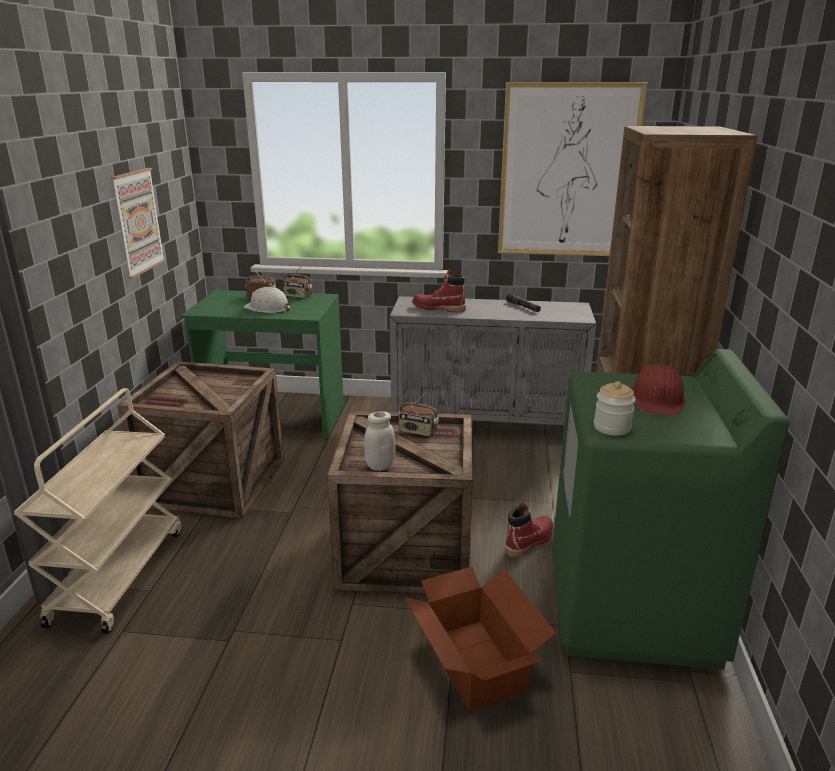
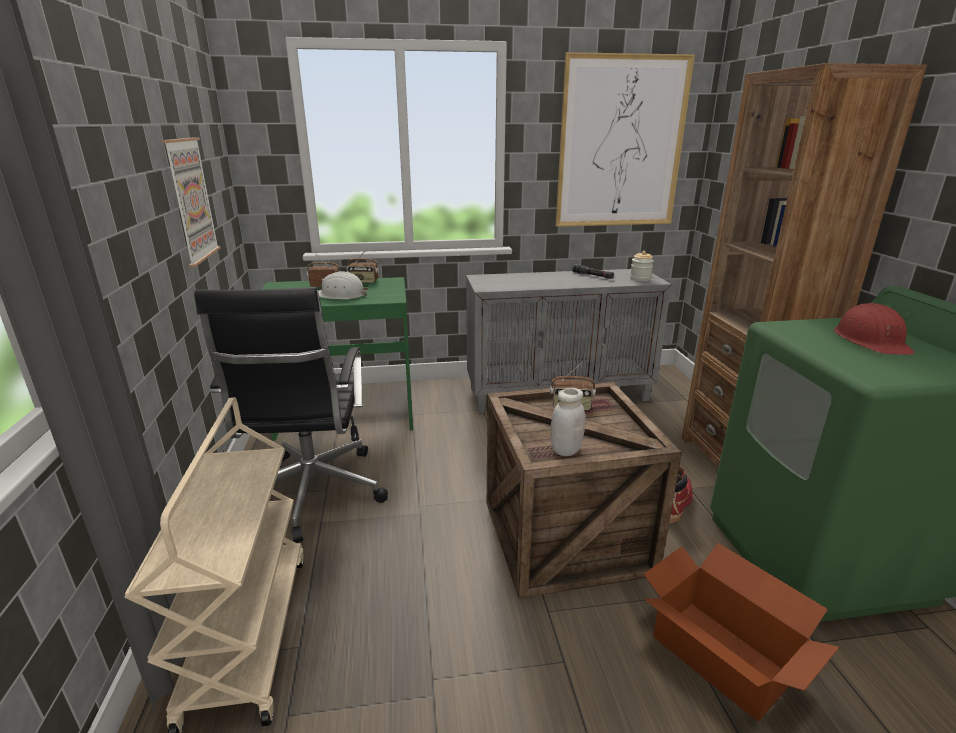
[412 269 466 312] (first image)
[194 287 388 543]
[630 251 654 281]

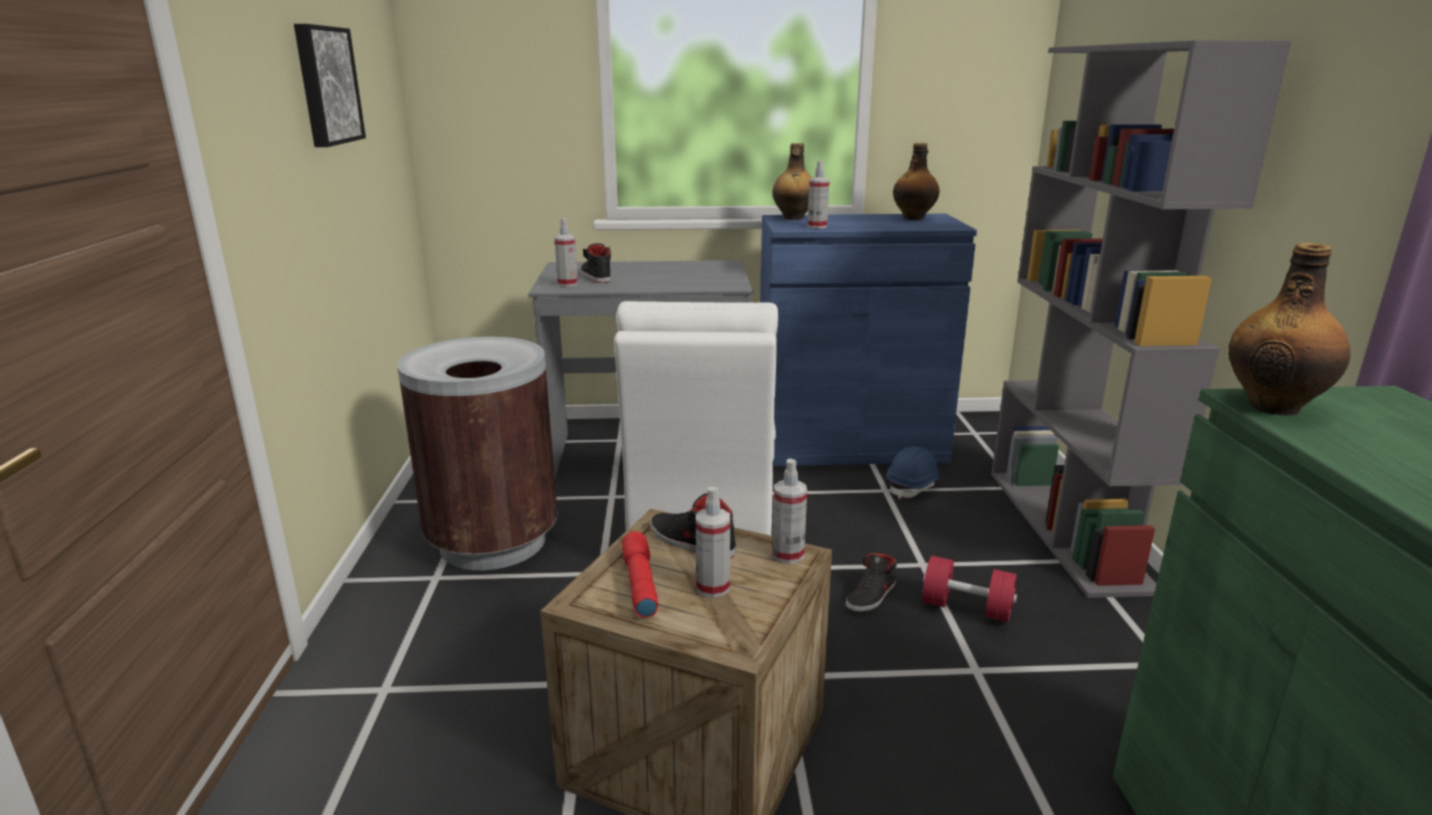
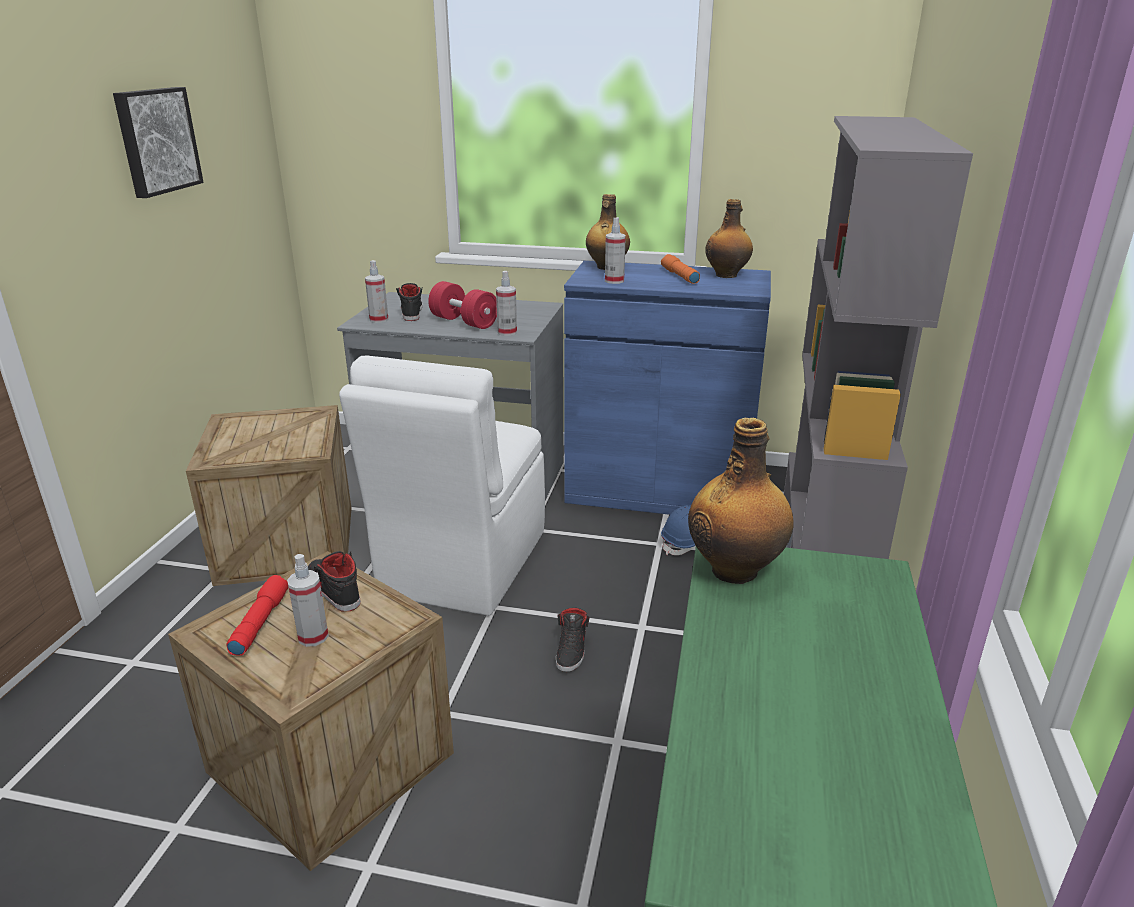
[186 405 352 586]
[496 271 517 336]
[556 608 590 672]
[428 281 497 329]
[661 254 700 284]

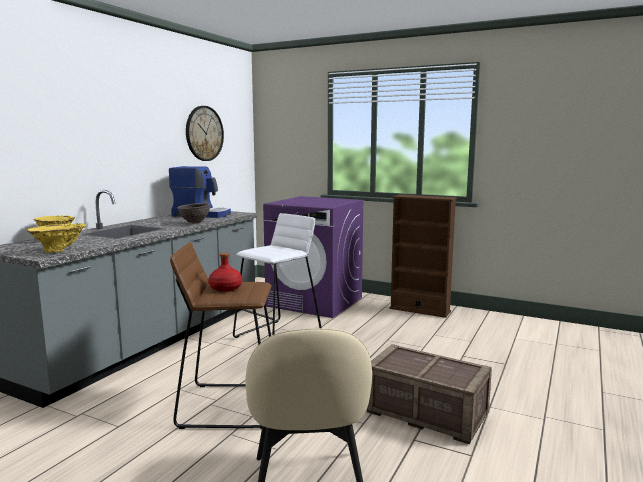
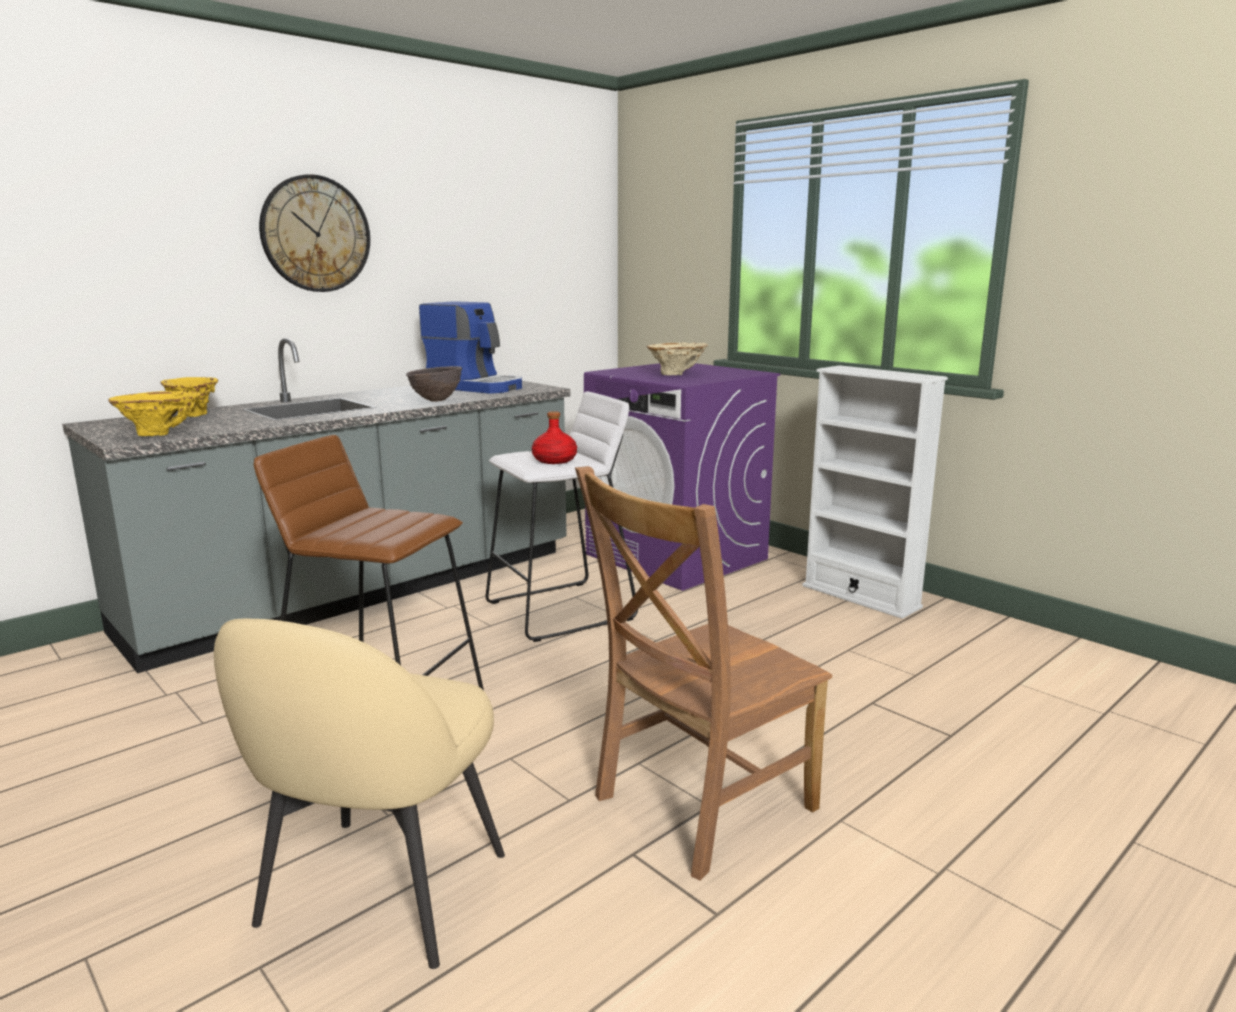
[259 174 370 292]
[802 365 948 619]
[532 411 577 464]
[575 466 832 881]
[647 342 708 375]

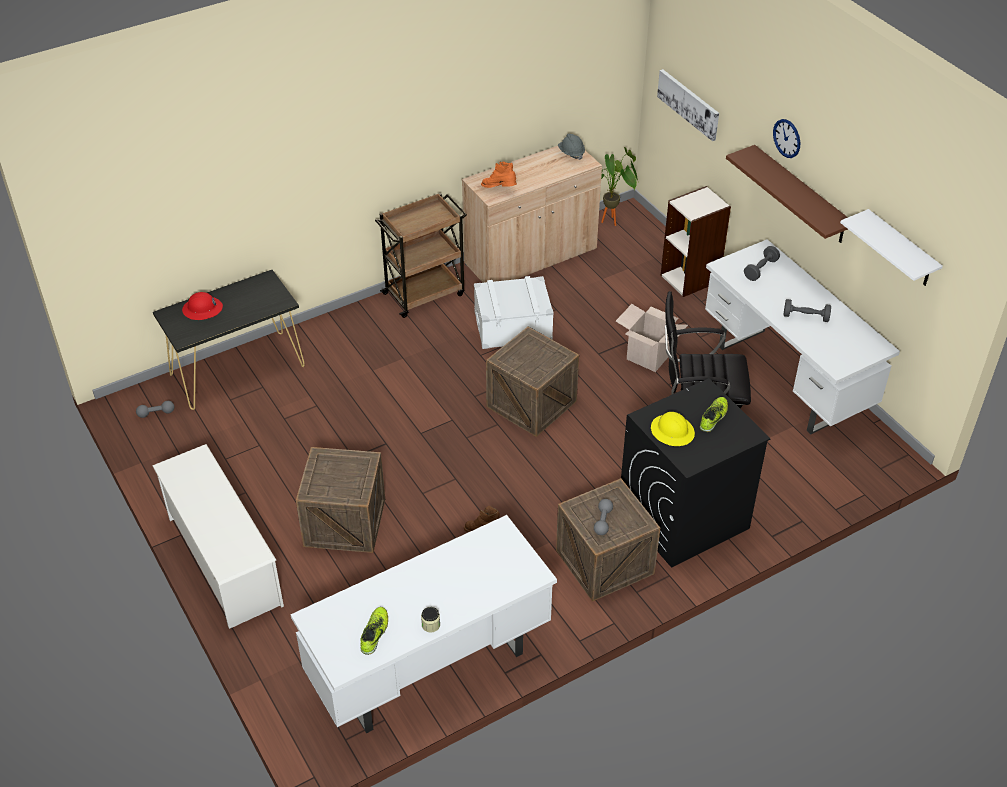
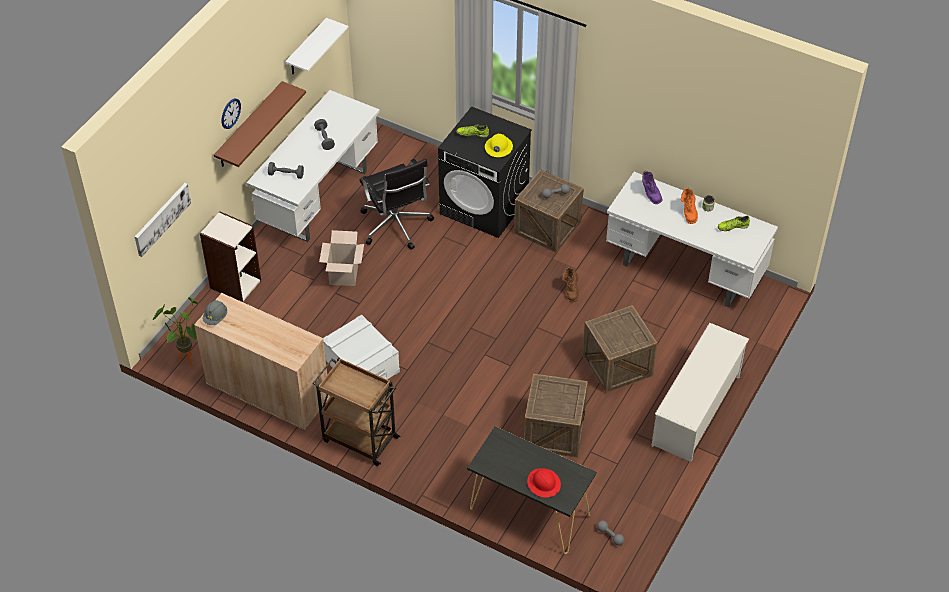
[681 187 698 224]
[524 374 588 458]
[642 170 663 204]

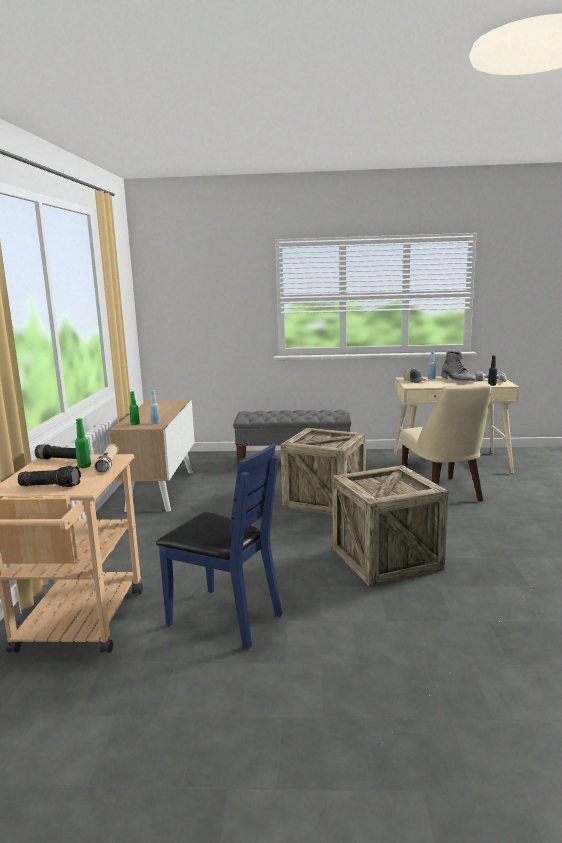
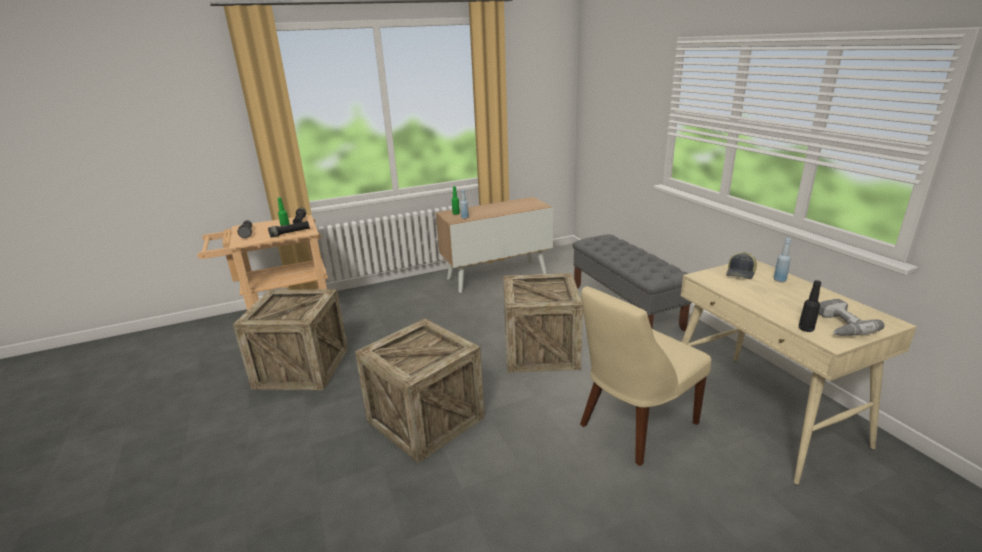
[441 351 477 382] (first image)
[268 221 310 237]
[233 289 348 390]

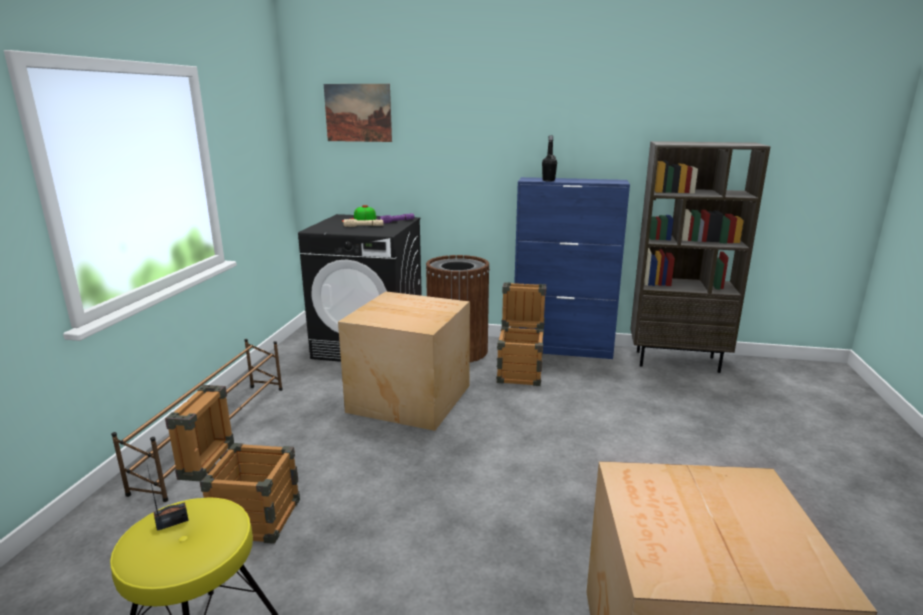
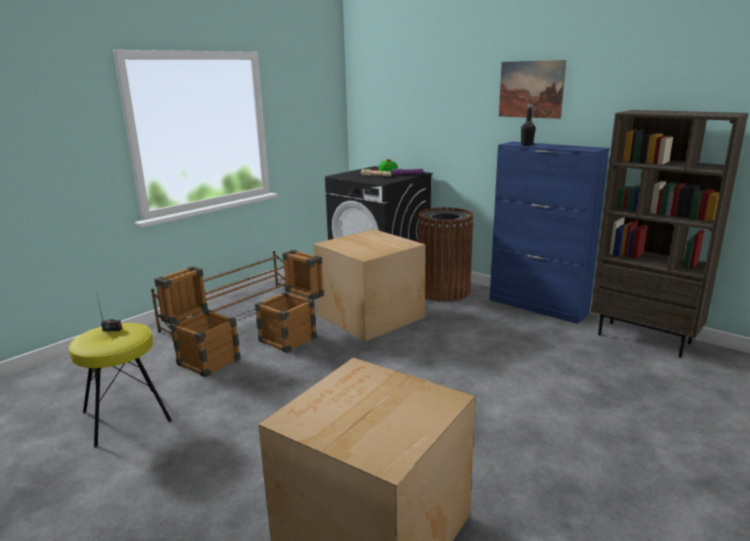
[499 60 566 119]
[255 250 324 353]

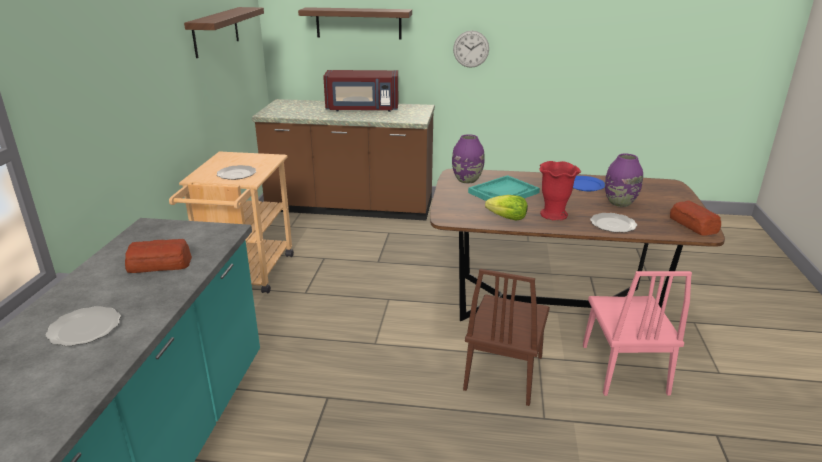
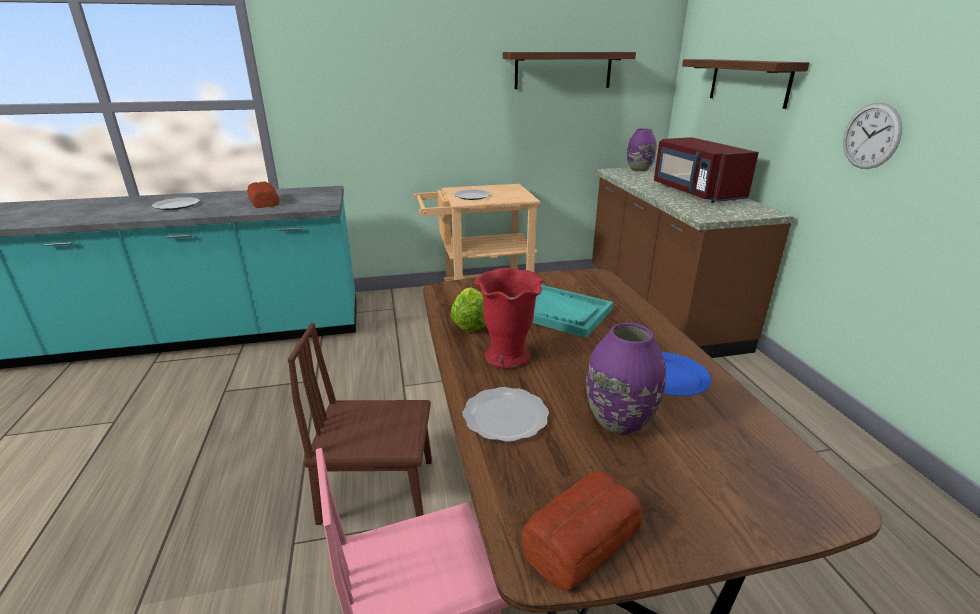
[627 128 657 172]

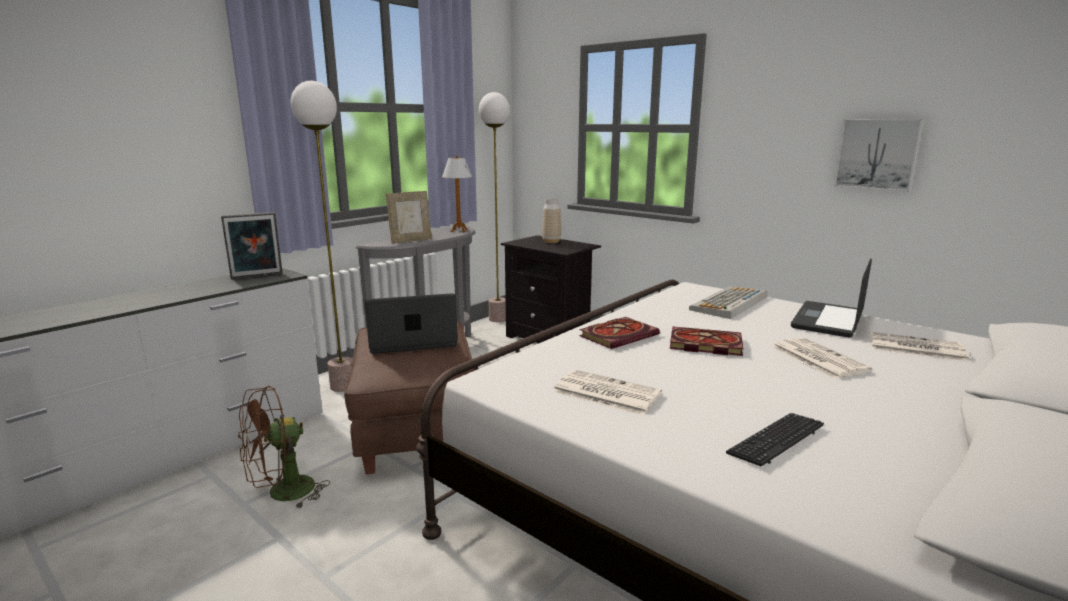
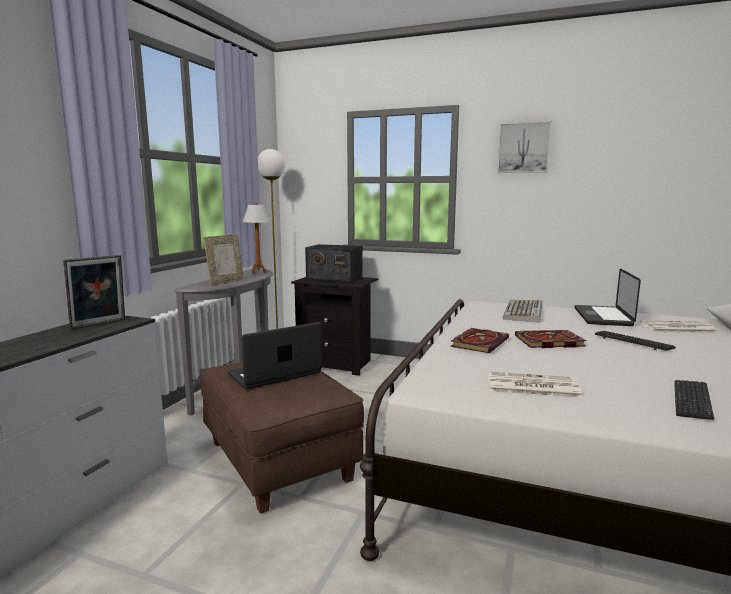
[291 81 353 392] (first image)
[497 121 551 173]
[305 244 362 282]
[595 331 676 351]
[238 386 330 509] (first image)

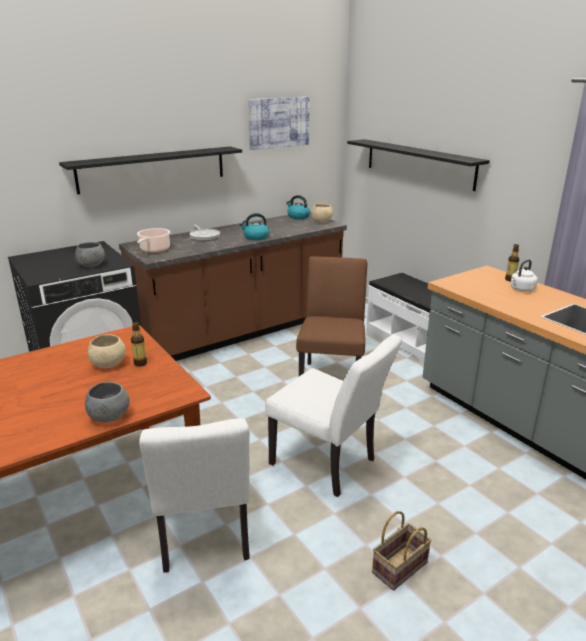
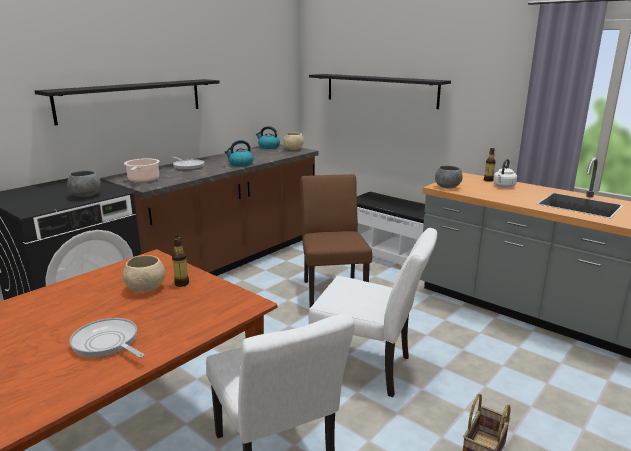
[248 97 310 150] (first image)
[435 165 463 189]
[69 318 145 358]

